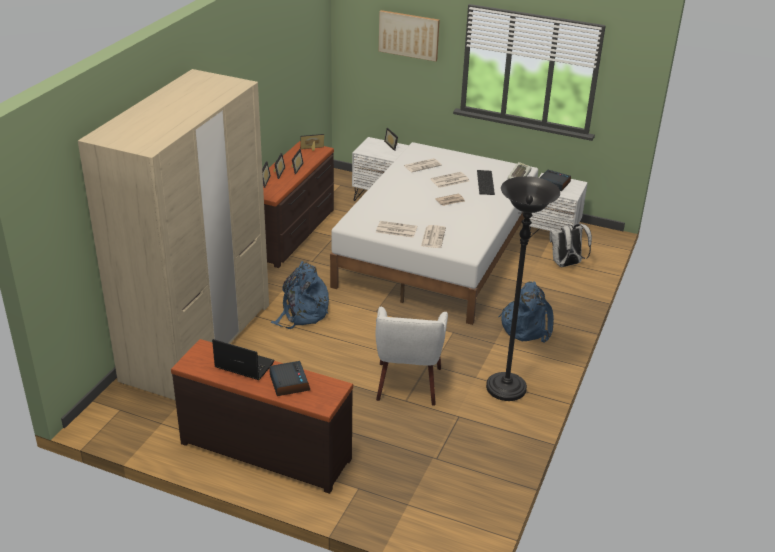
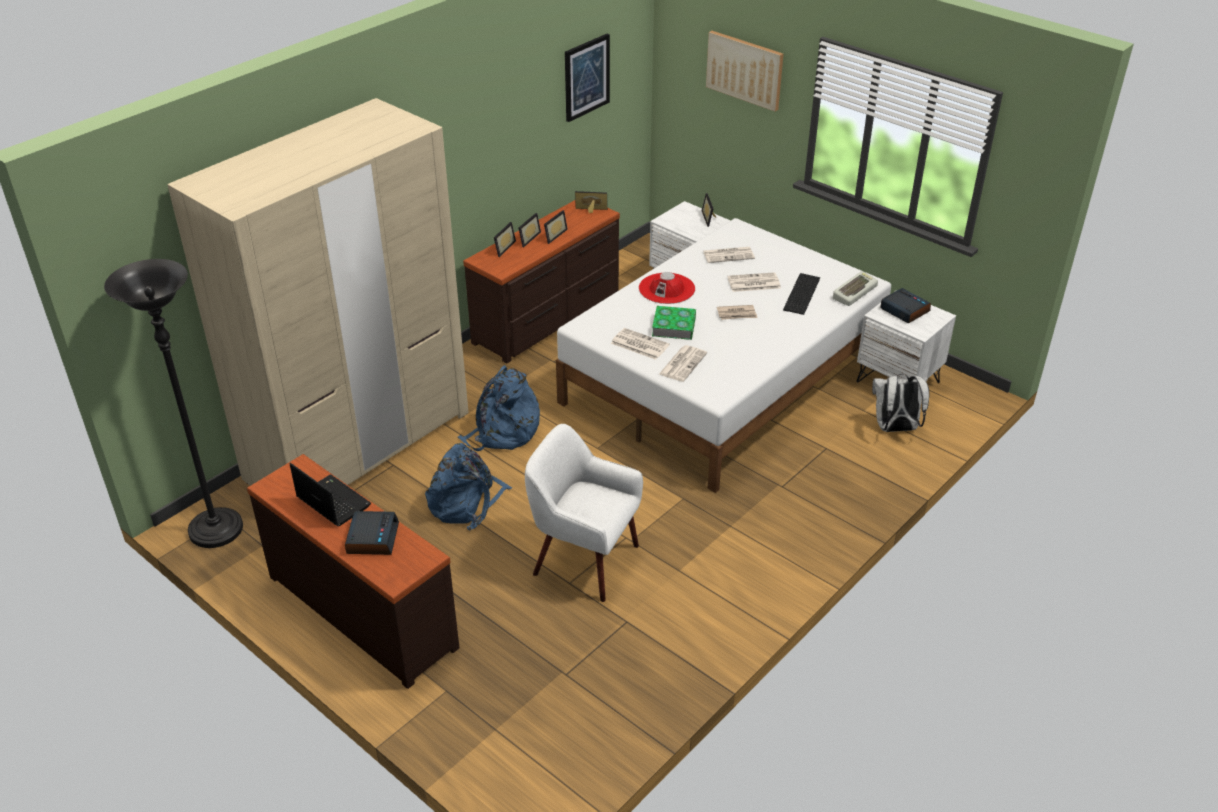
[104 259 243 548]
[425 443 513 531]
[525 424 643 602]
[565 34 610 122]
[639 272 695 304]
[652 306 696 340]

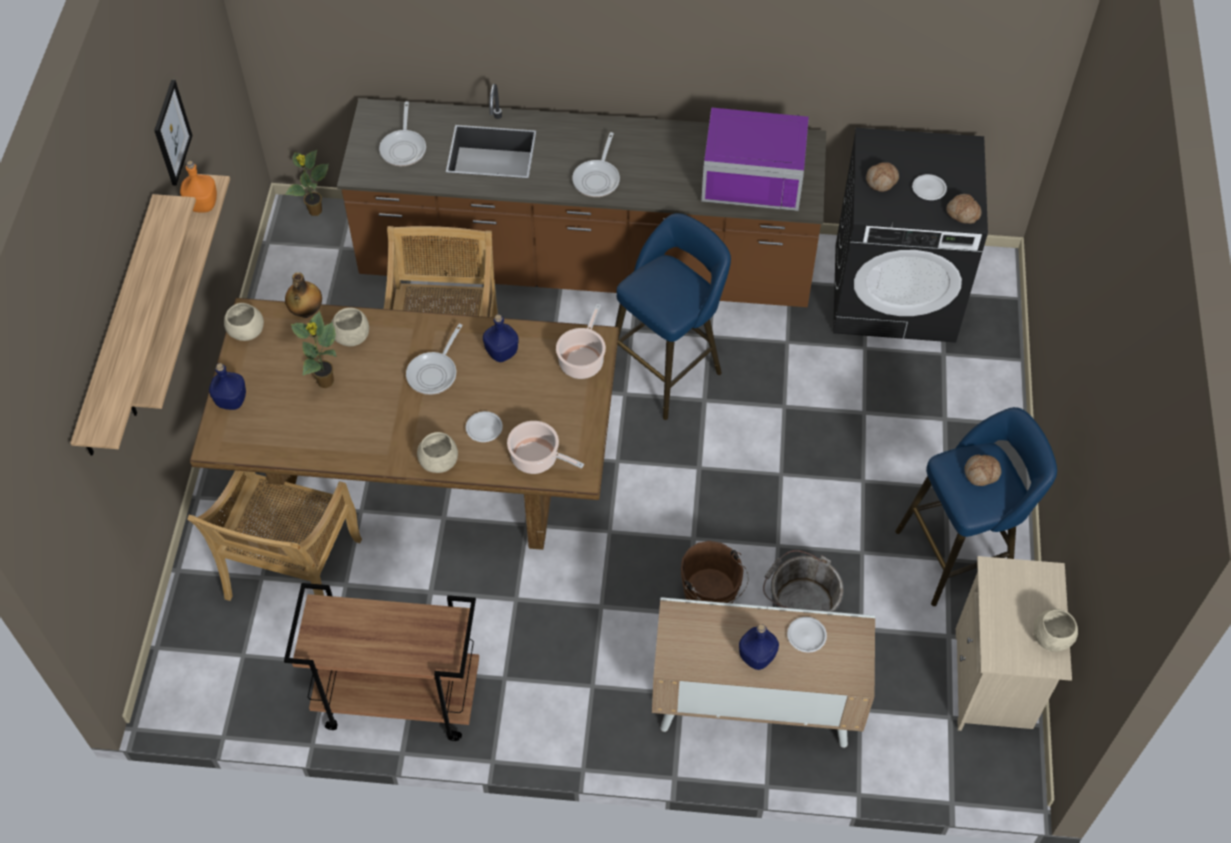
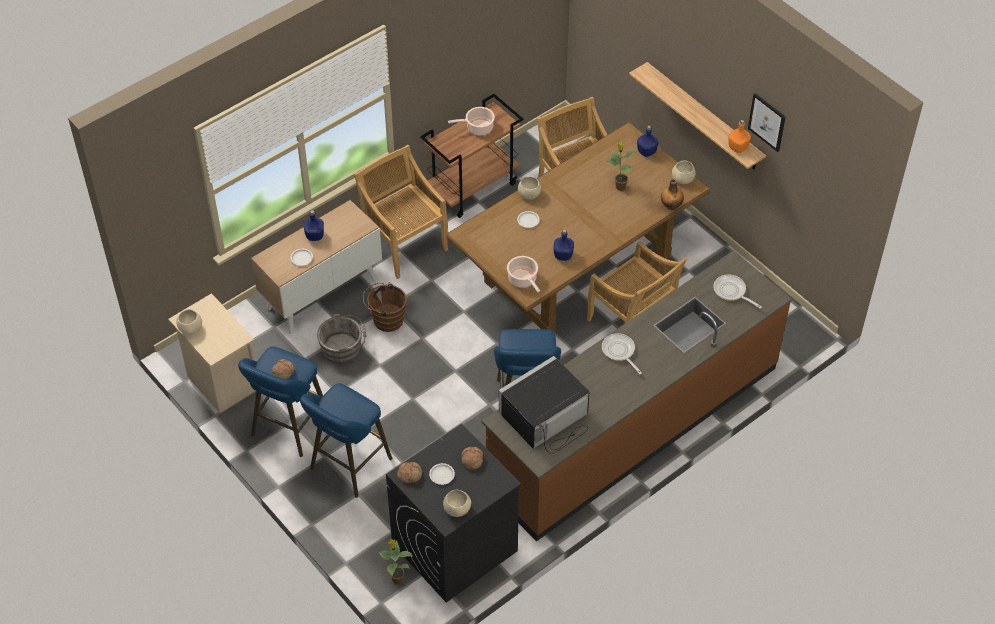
[499 356 589 454]
[379 540 414 585]
[70 194 196 456] (first image)
[443 490 471 517]
[406 324 463 395] (first image)
[448 107 495 136]
[354 145 448 279]
[300 383 392 498]

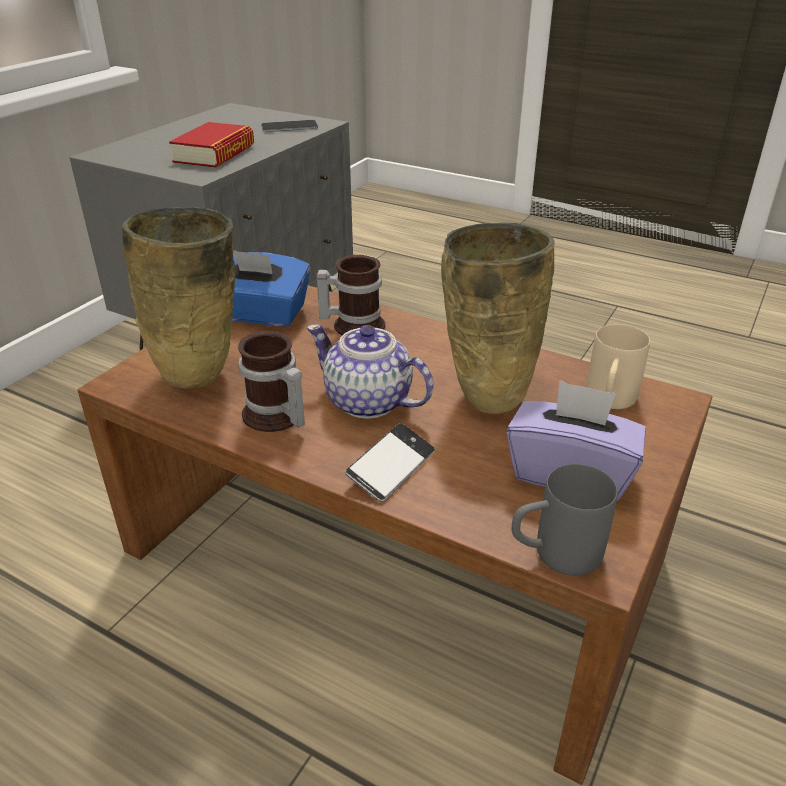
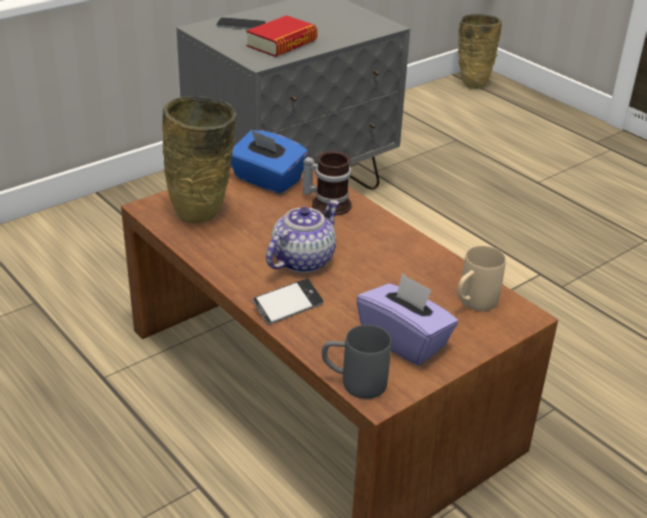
[216 17 266 30]
[458 14 502 89]
[266 200 339 273]
[238 331 305 432] (first image)

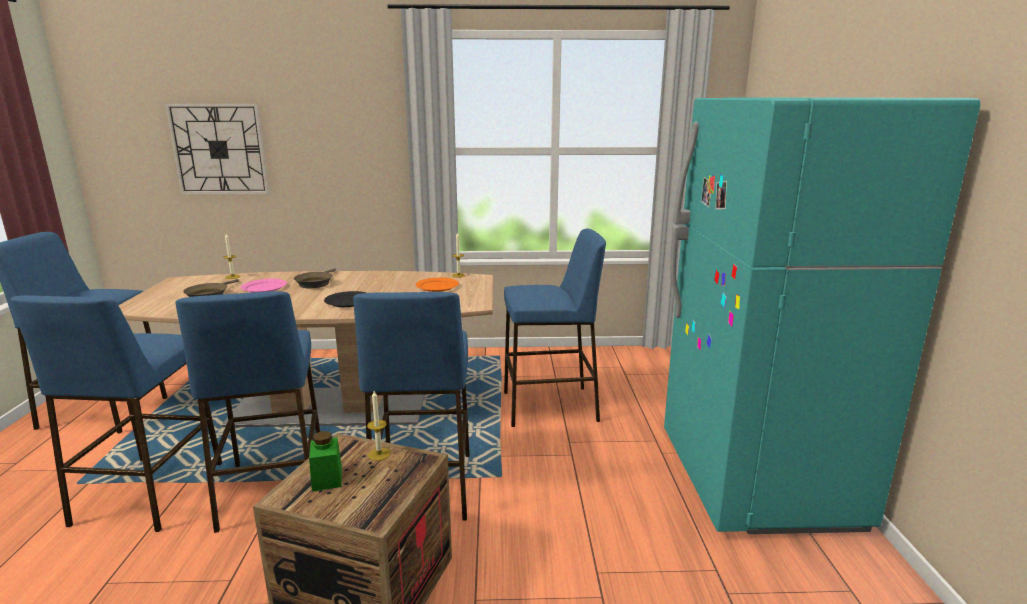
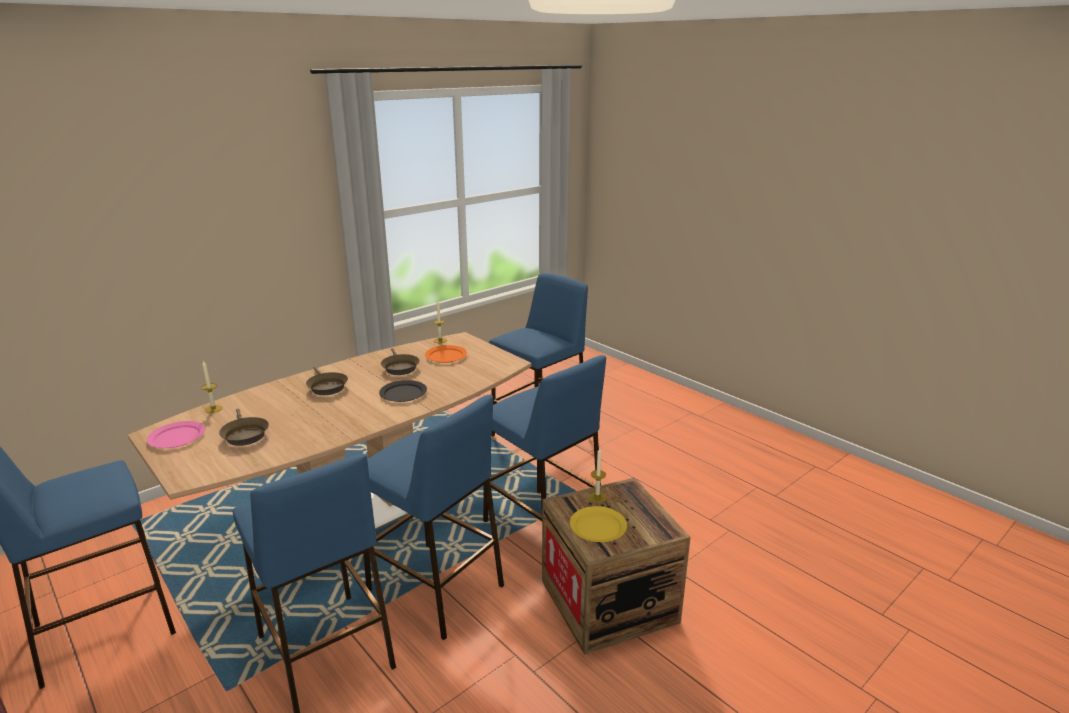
[664 98 980 534] (first image)
[164 103 270 195] (first image)
[146 421 205 448]
[570 506 627 542]
[381 348 420 375]

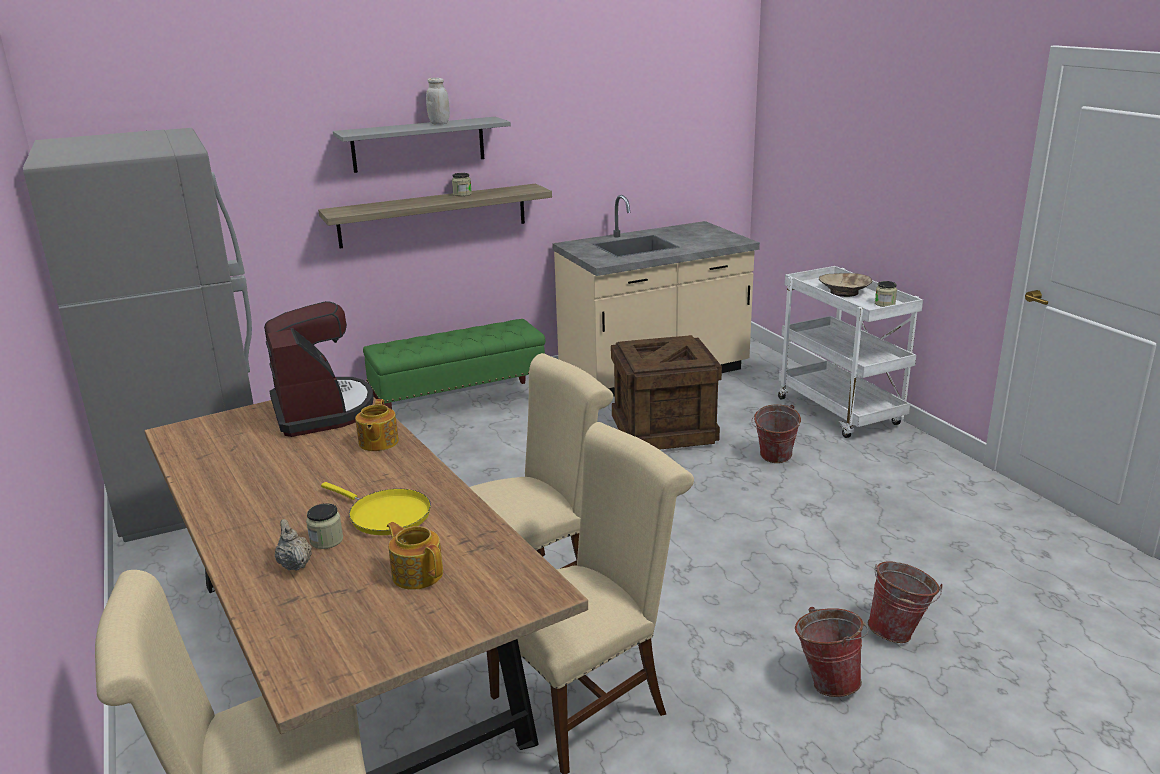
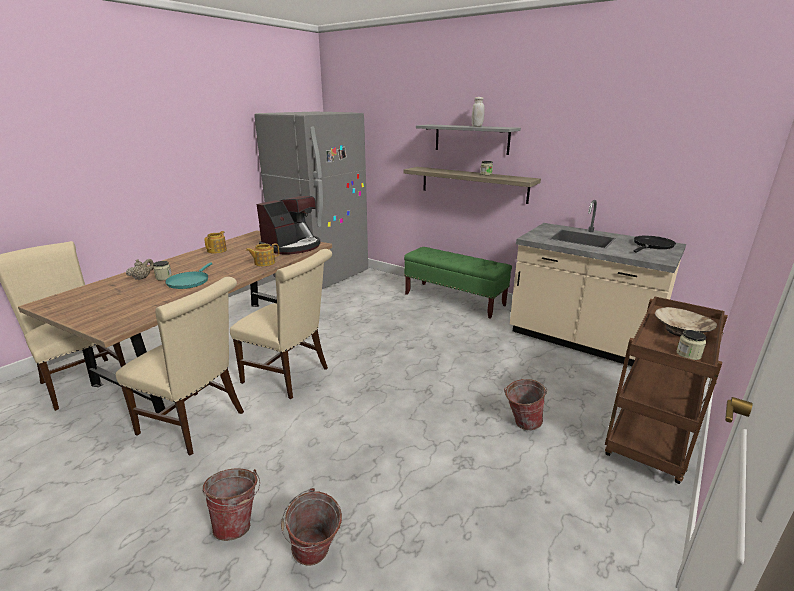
[605 297 728 484]
[611 335 722 450] (first image)
[165 263 212 289]
[204 231 227 253]
[633 236 676 253]

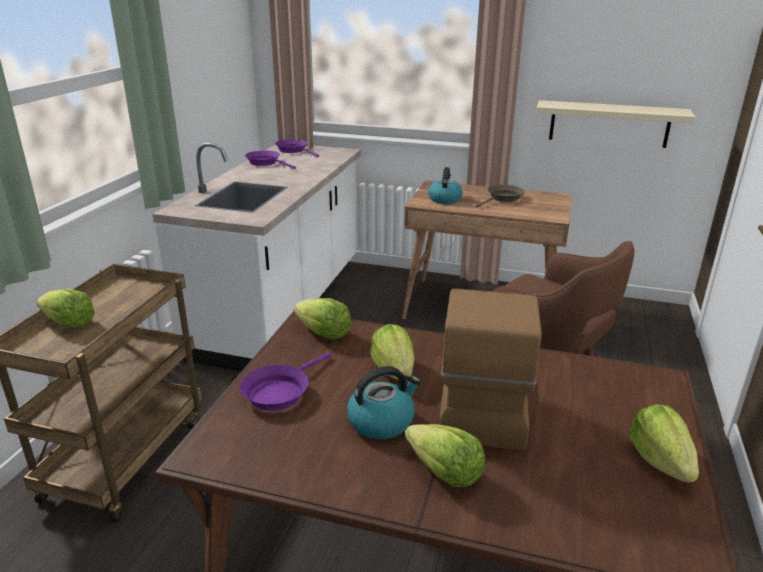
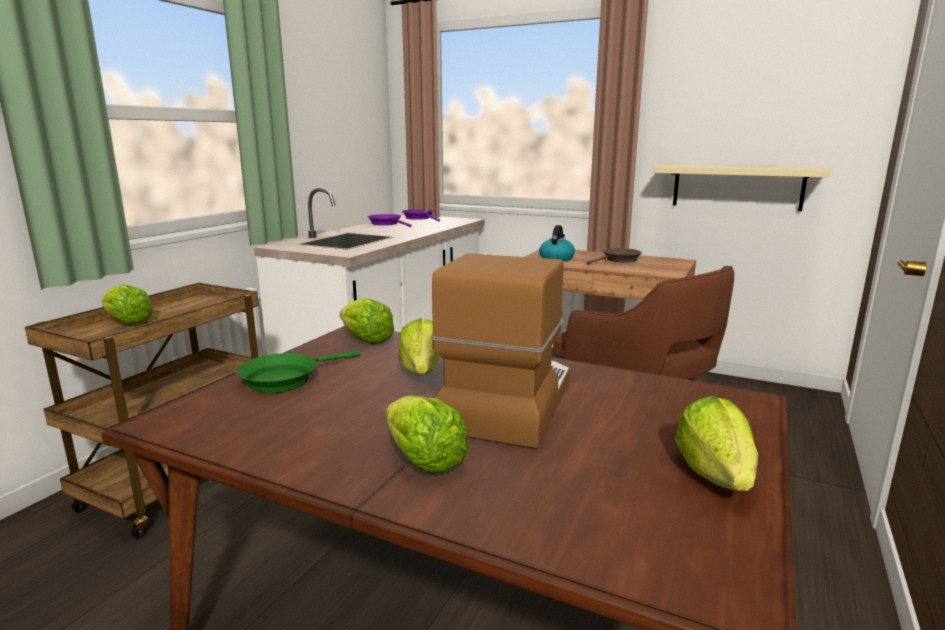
[236 351 360 393]
[347 366 421 439] (first image)

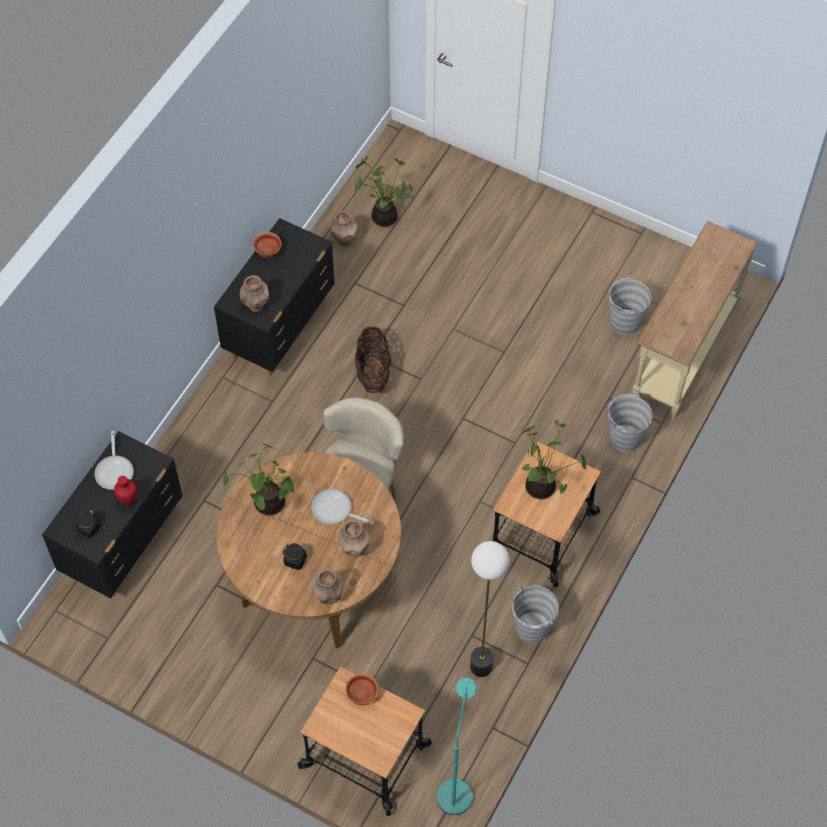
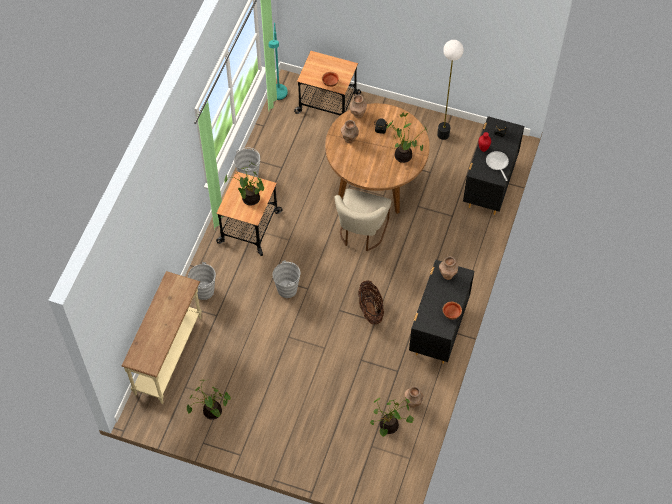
[273 260 300 298]
[312 489 374 524] (first image)
[437 40 464 140]
[187 380 231 420]

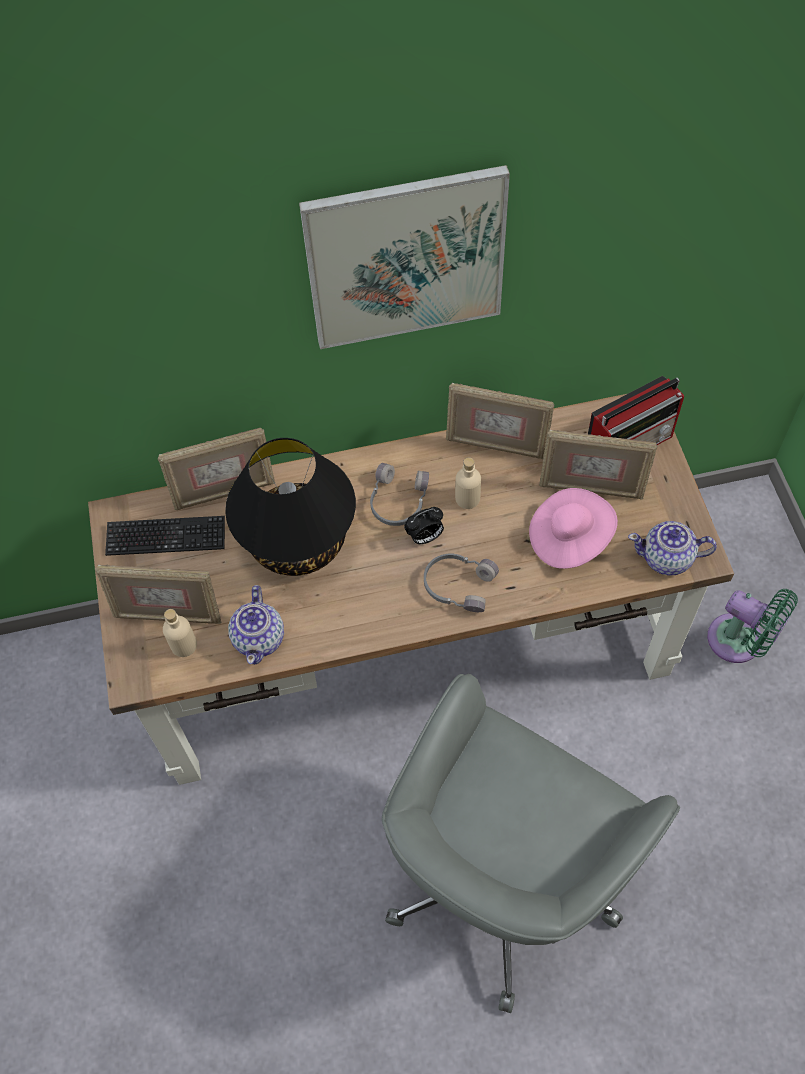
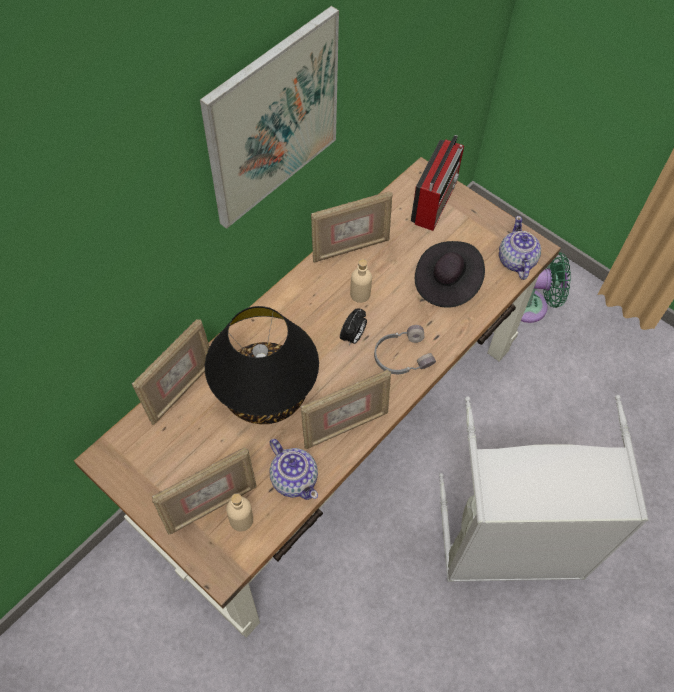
[301 370 391 449]
[370 463 429 526] (first image)
[415 241 485 308]
[105 516 225 556] (first image)
[499 216 541 280]
[439 395 649 582]

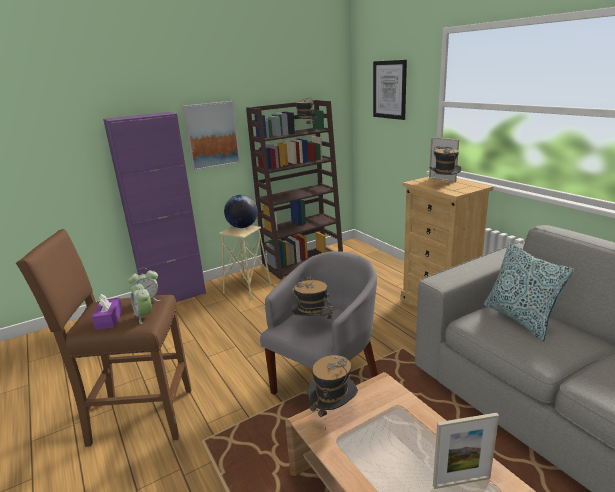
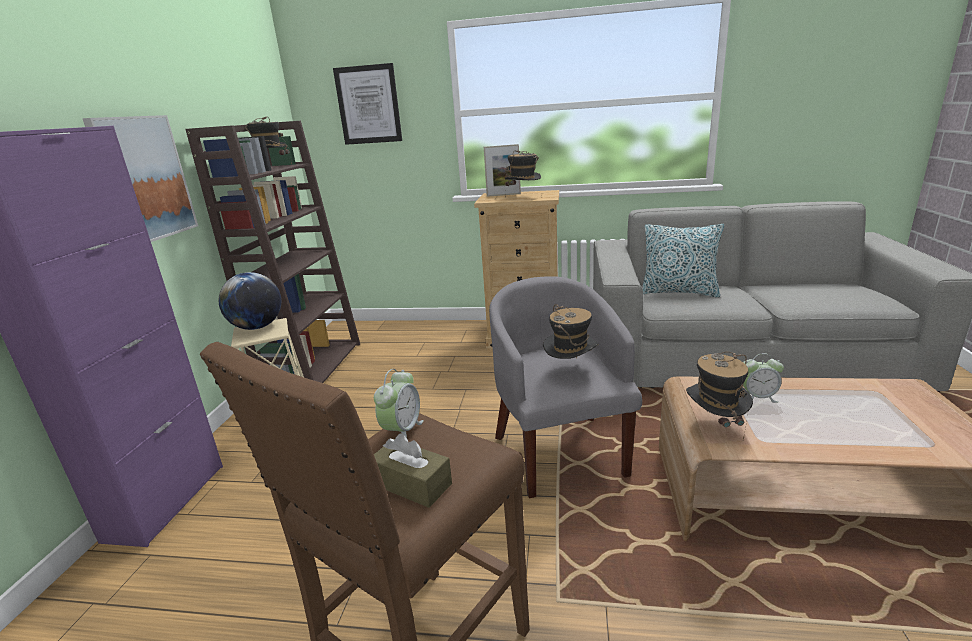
[743 353 784 403]
[374 433 452 508]
[433 413 499 489] (first image)

